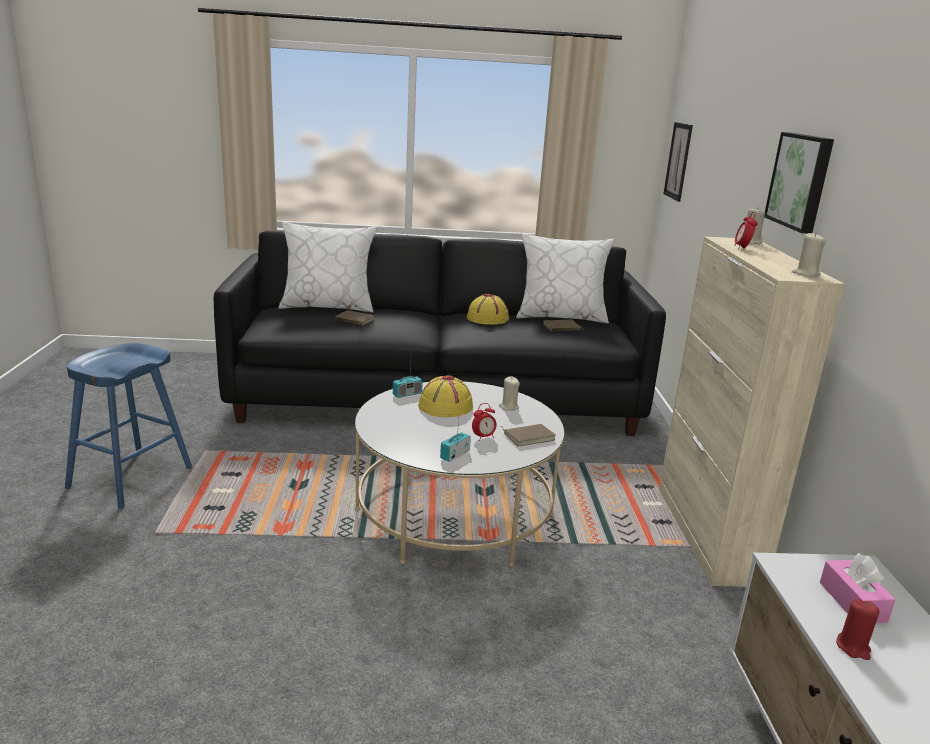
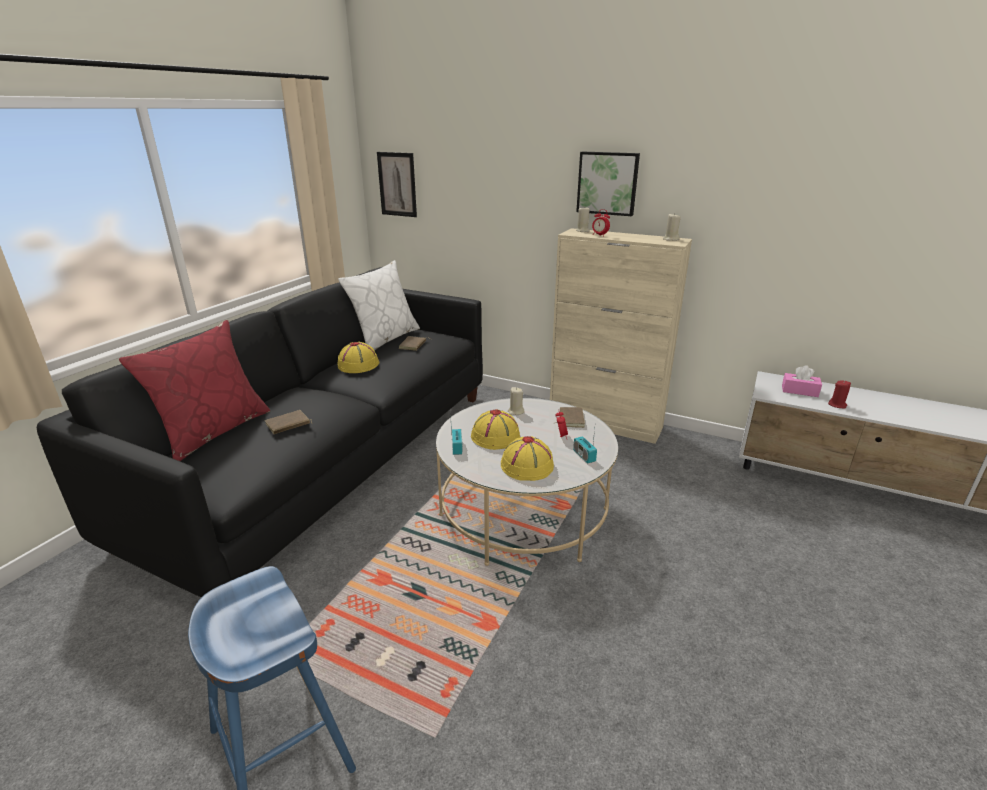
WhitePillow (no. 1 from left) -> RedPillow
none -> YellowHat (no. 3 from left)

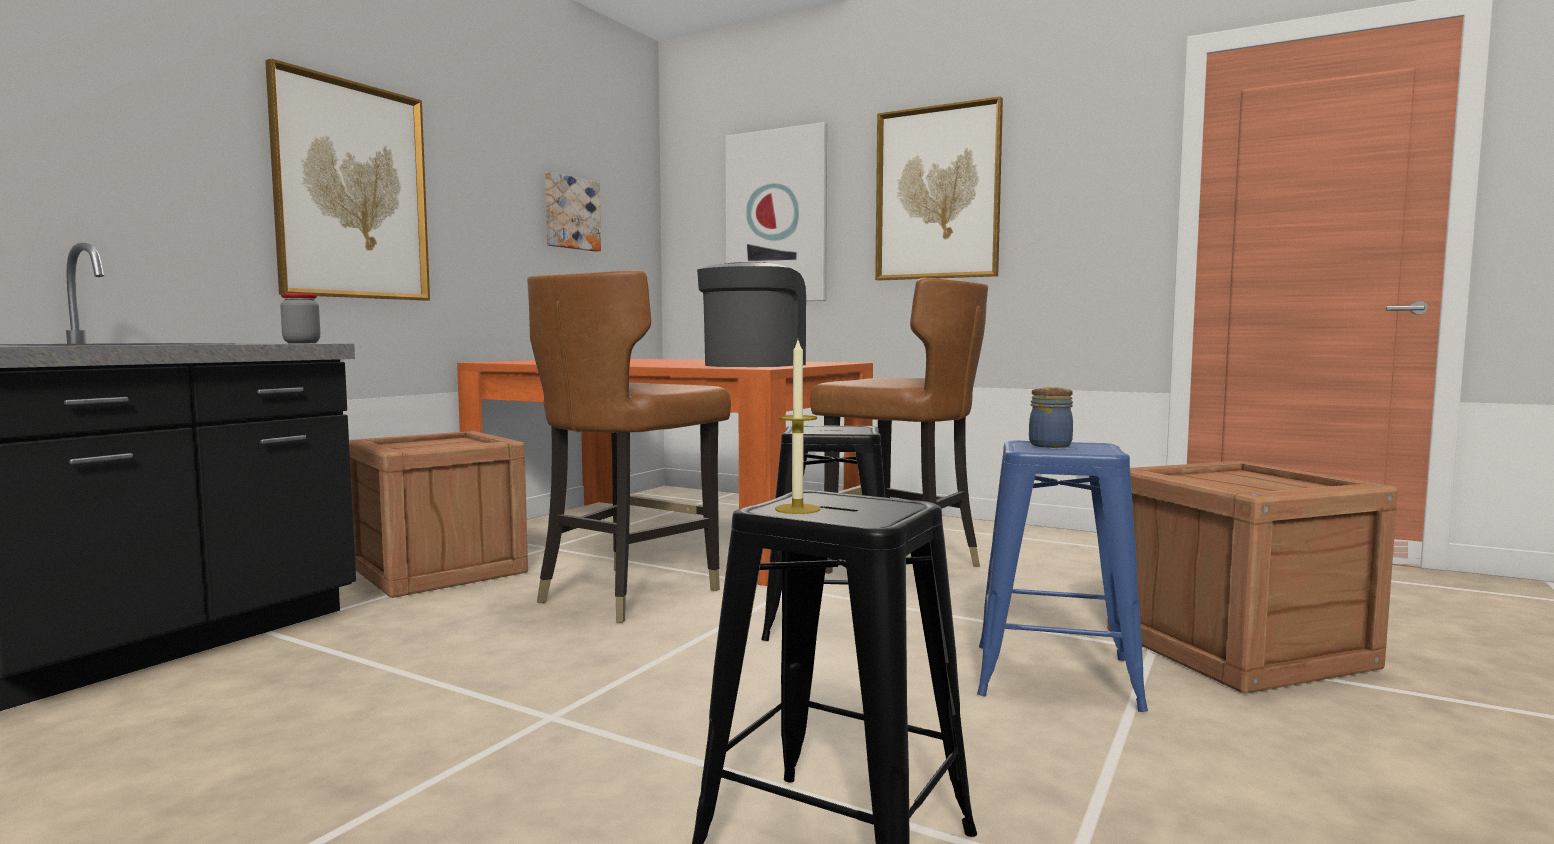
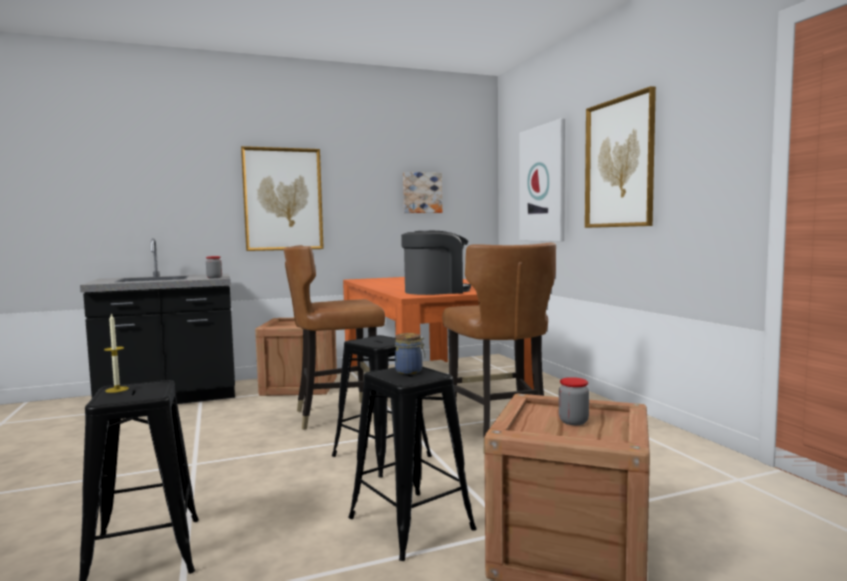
BlueStool -> BlackStool (no. 3 from left)
none -> Jar (no. 3 from left)

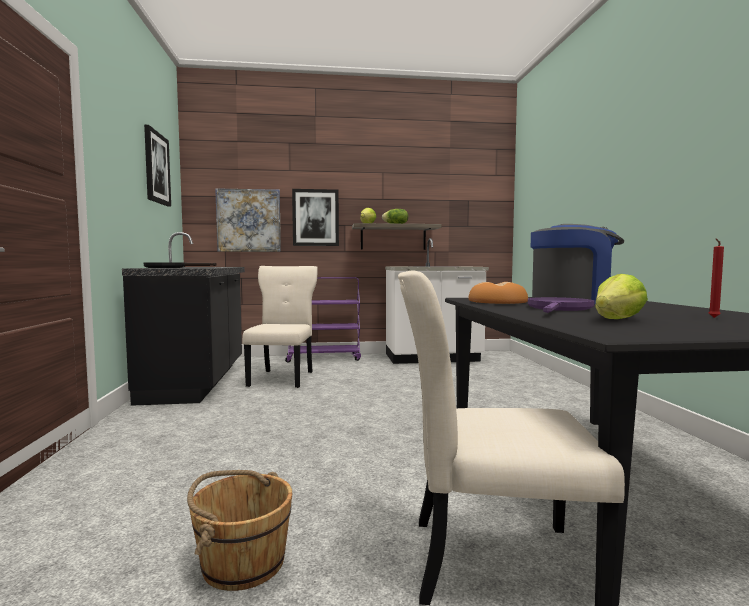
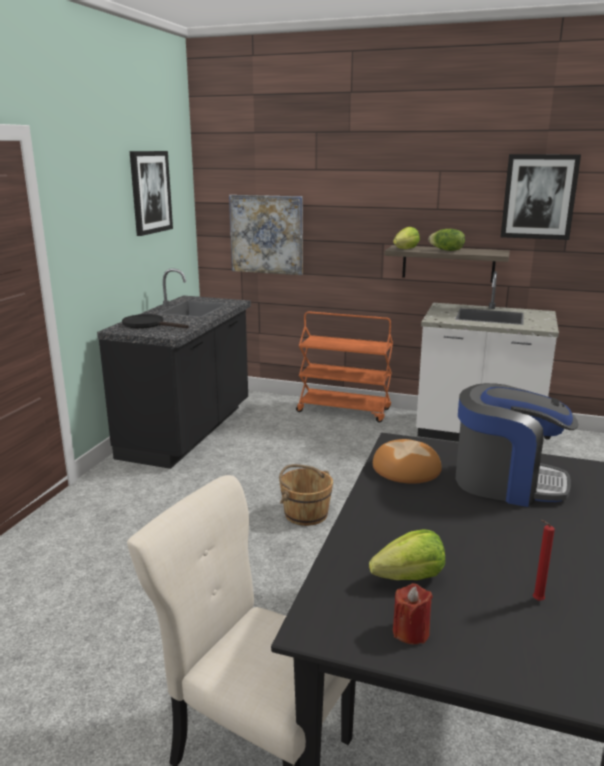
BrownBucket, relocated
BeigeChair (no. 1 from left) -> none
PurpleCart -> OrangeCart
Picture (no. 3 from left), relocated
PurpleFryingPan -> none
none -> RedCandle (no. 1 from left)

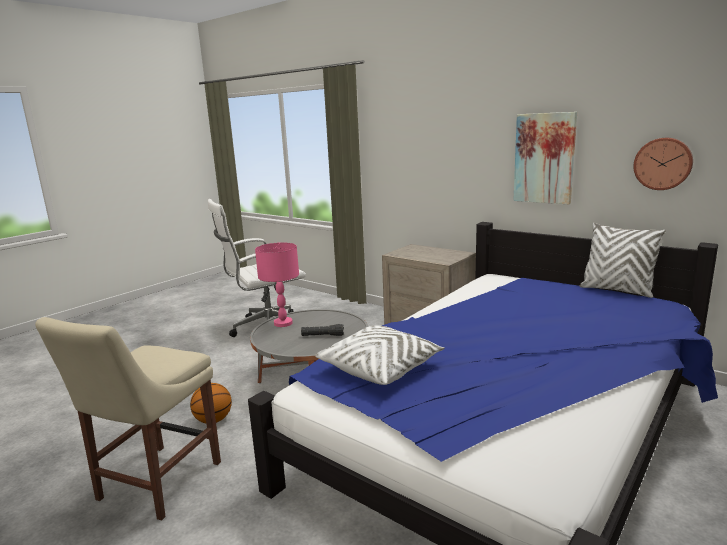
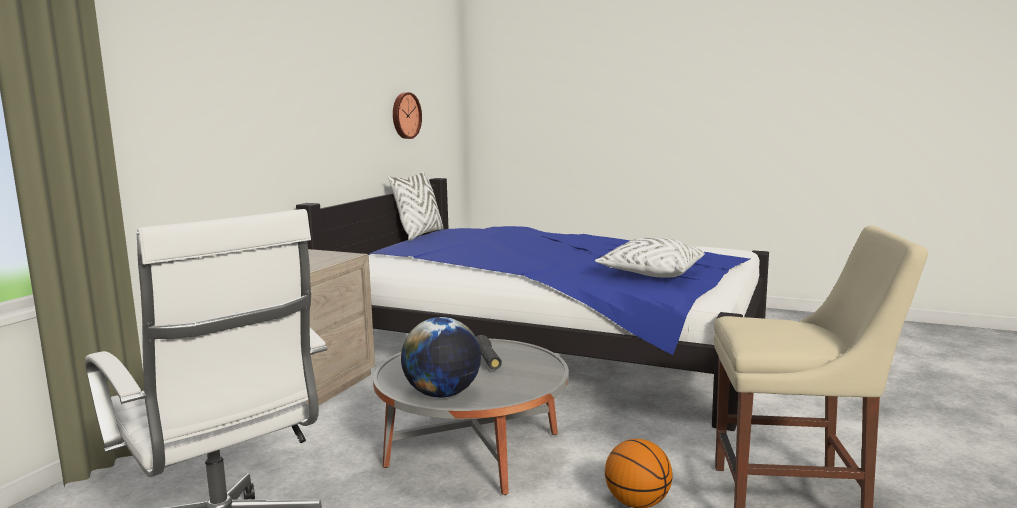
PinkTableLamp -> Globe
Picture -> none

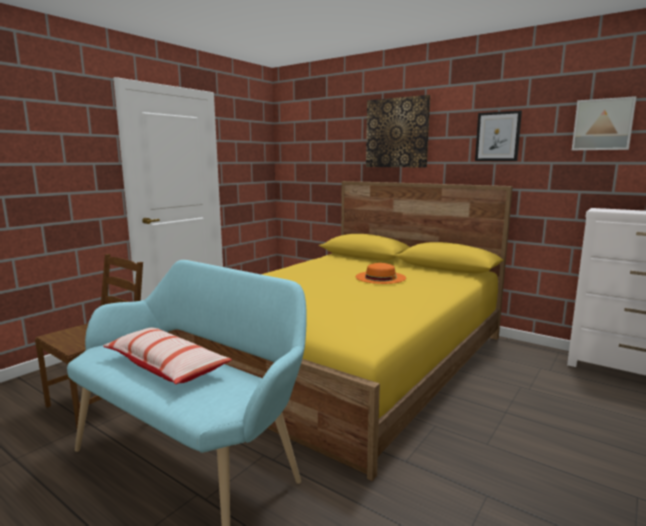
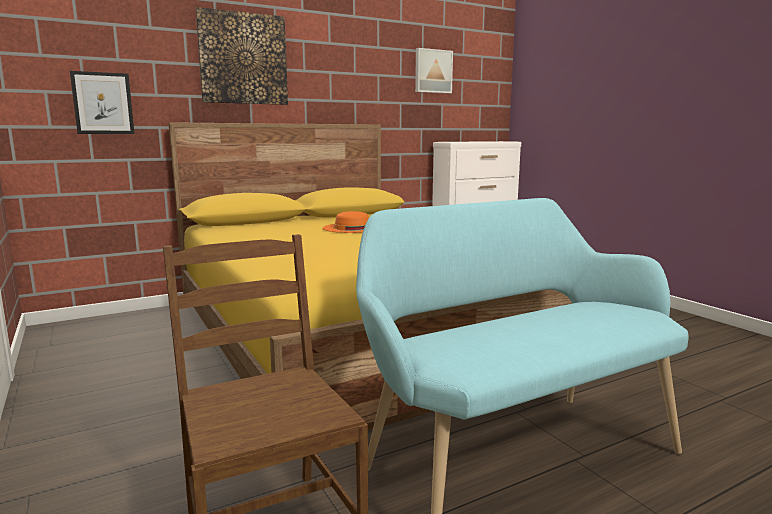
Pillow -> none
Picture (no. 2 from left in the first image) -> Picture (no. 1 from left), relocated

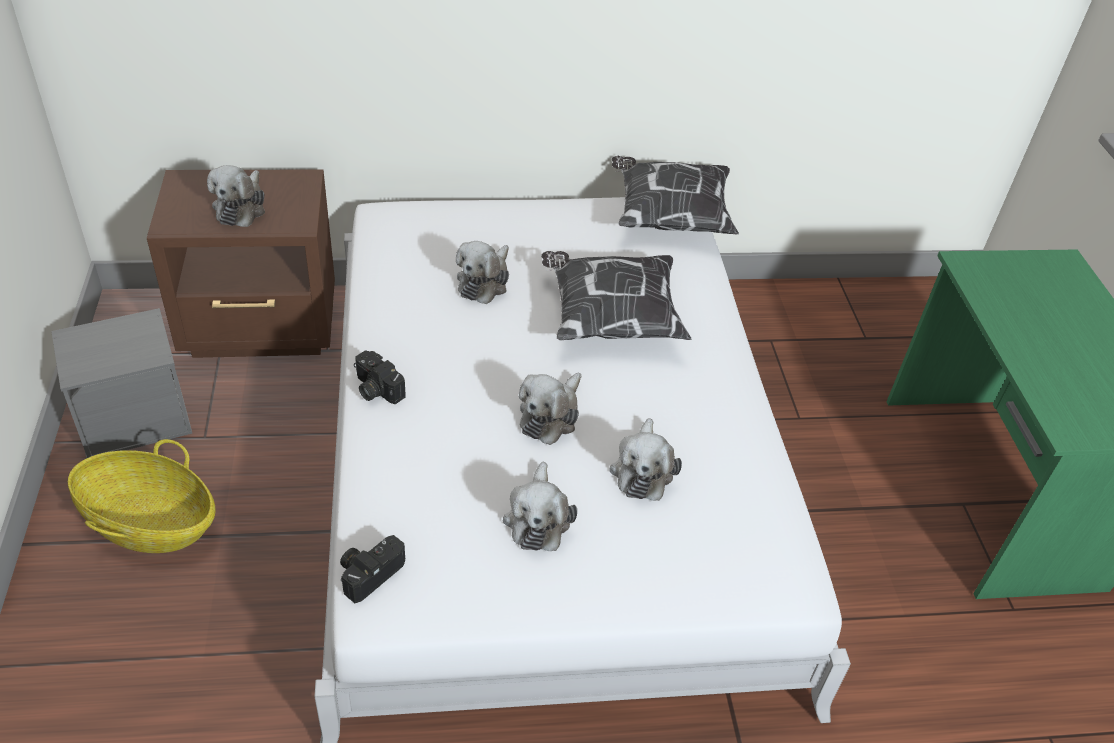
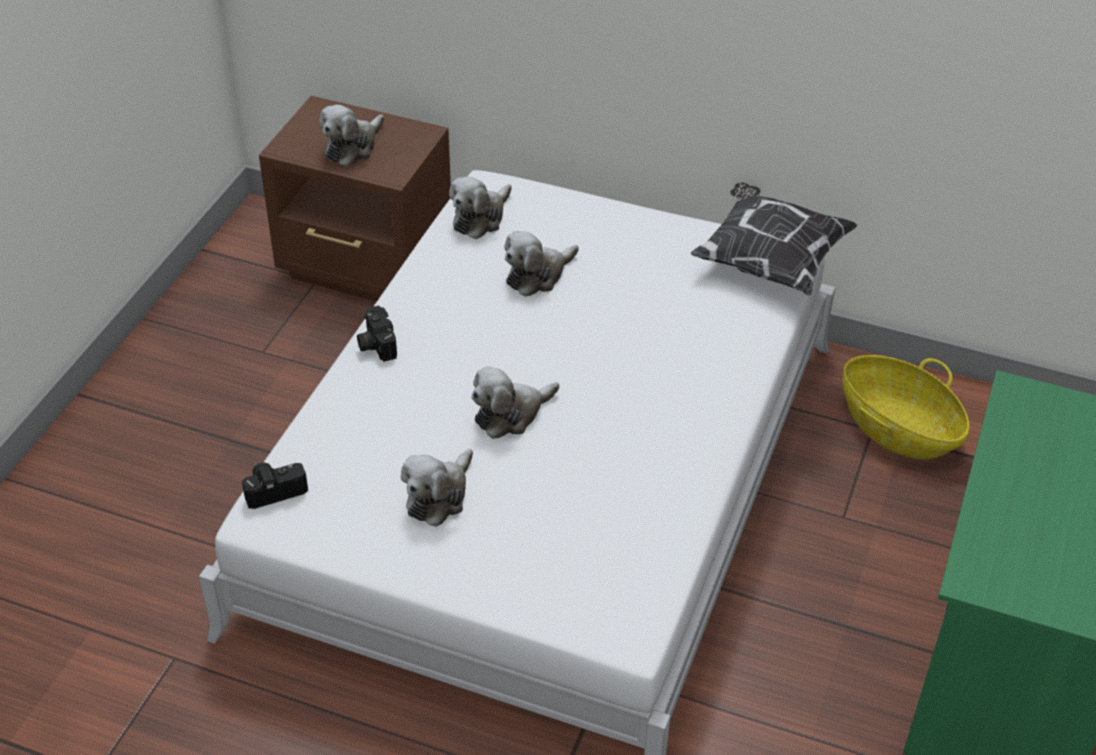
GreyStorageBox -> none
Basket, relocated
Pillow (no. 1 from left) -> none
PlushToy (no. 5 from left in the first image) -> PlushToy (no. 3 from left), relocated

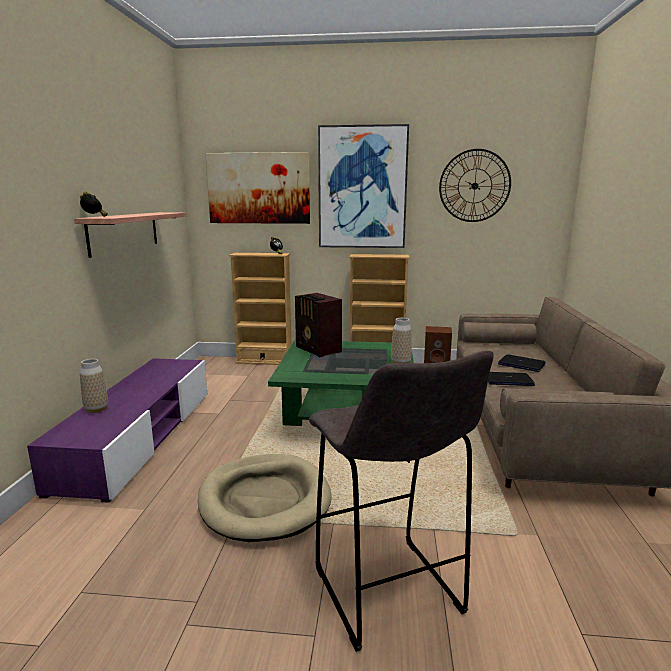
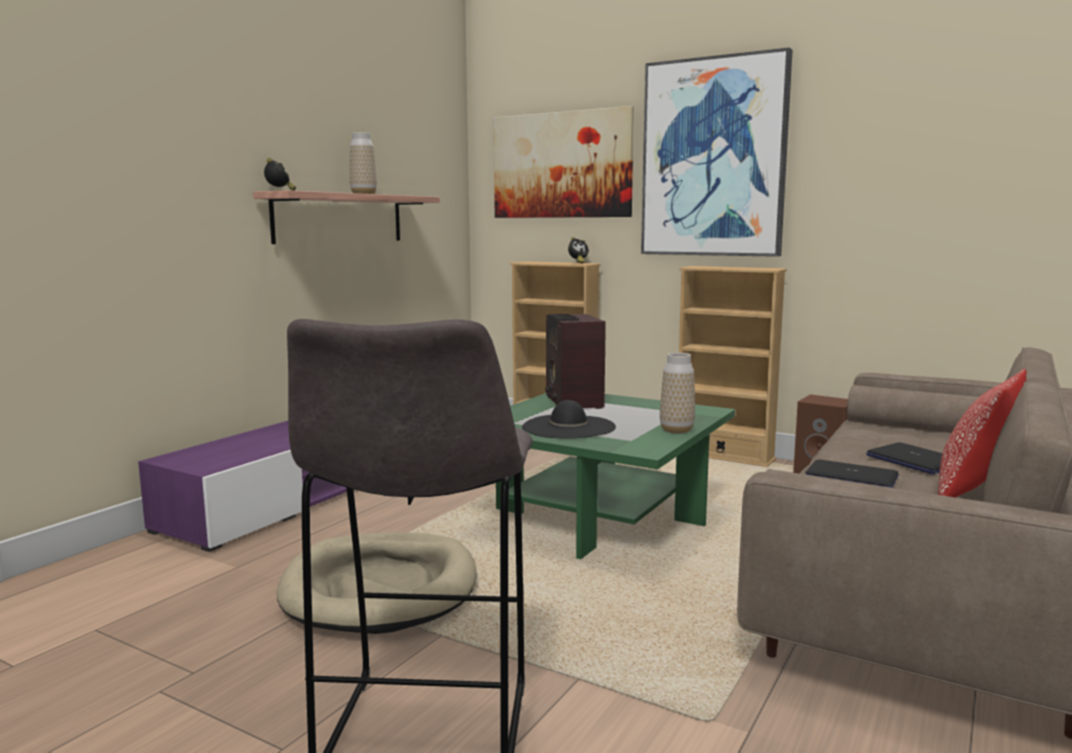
Vase (no. 1 from left), relocated
WallClock -> none
none -> BlackHat
none -> Pillow

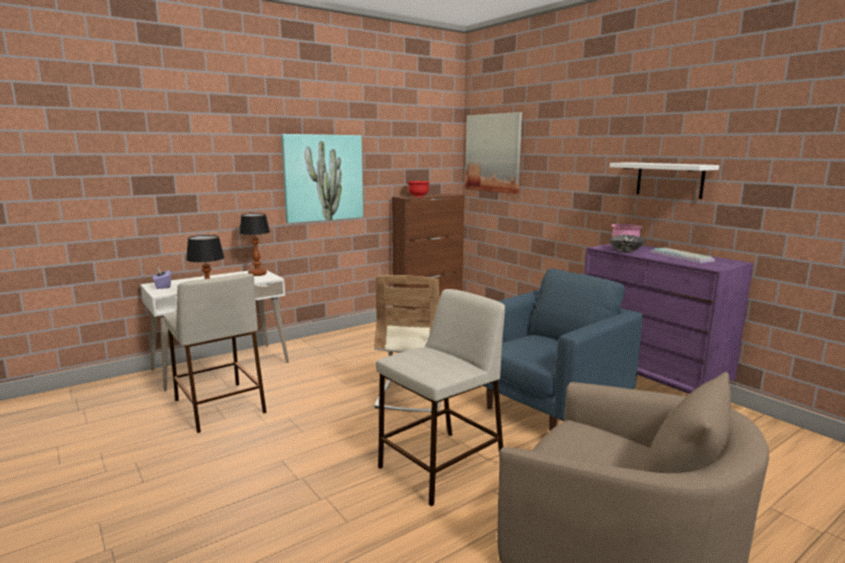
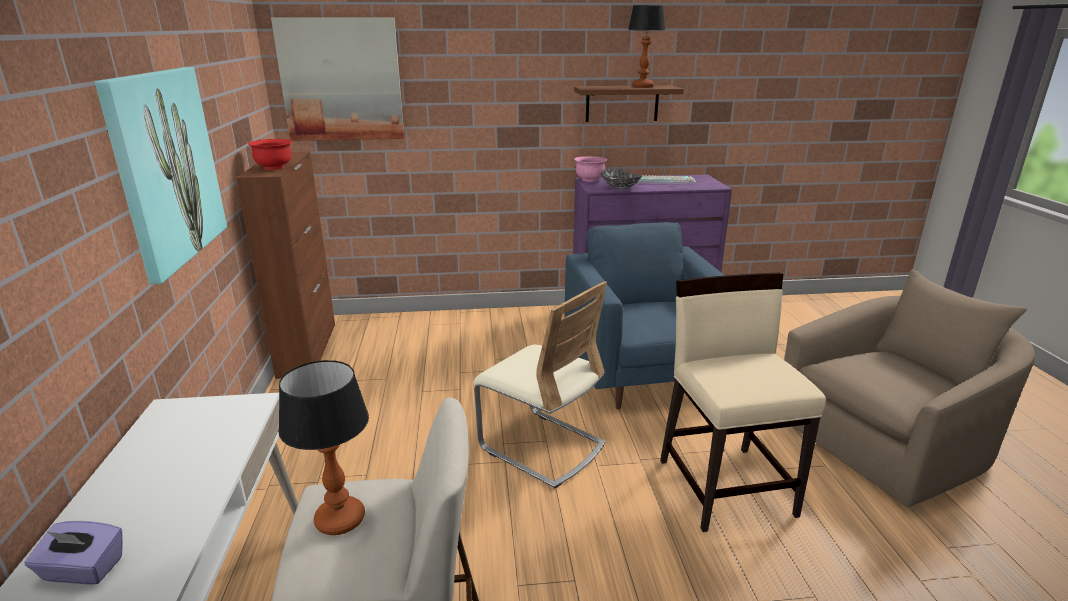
TableLamp (no. 2 from left), relocated
BeigeStool (no. 2 from left) -> BeigeChair (no. 2 from left)
WhiteShelf -> BrownShelf

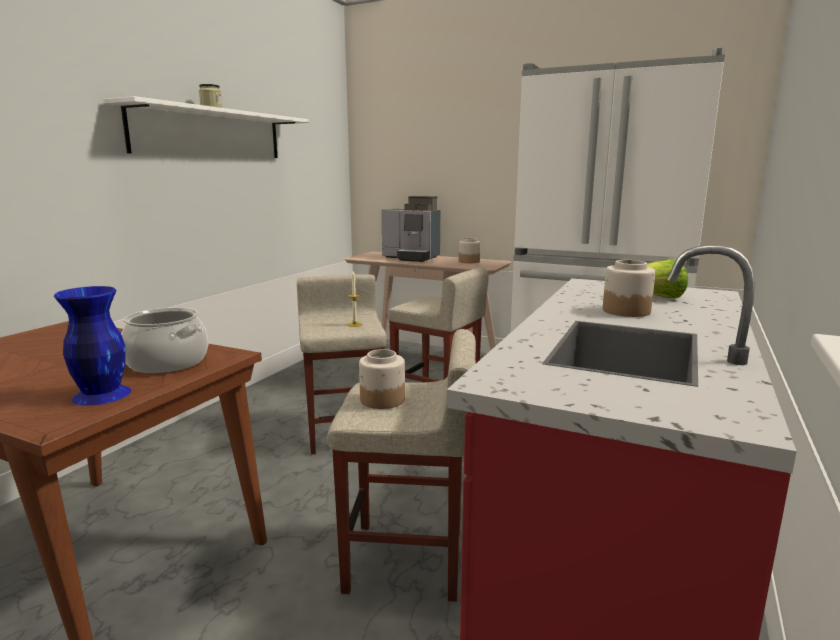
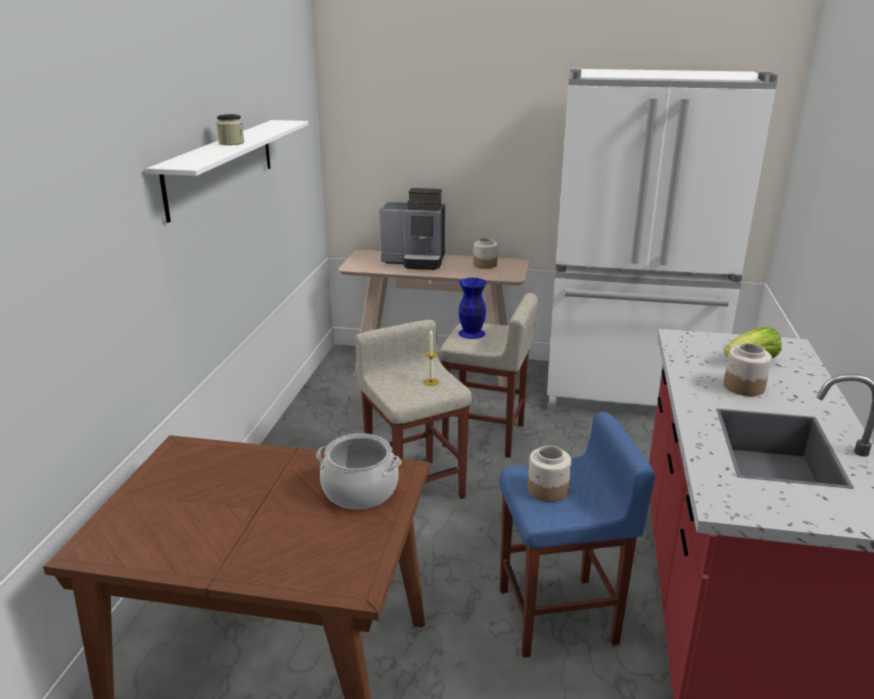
BlueVase, relocated
BeigeStool (no. 2 from left) -> BlueStool

